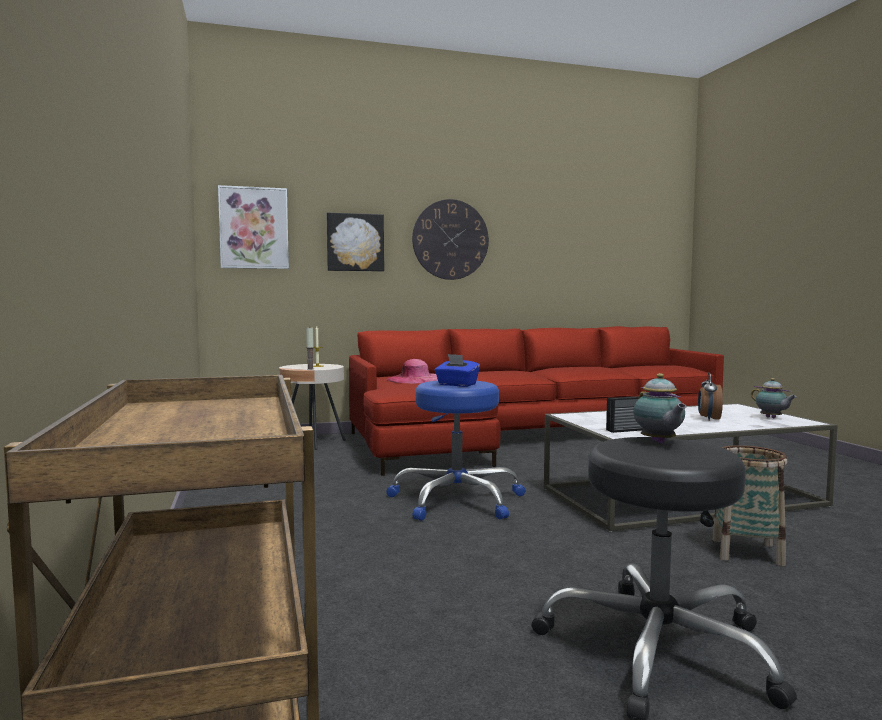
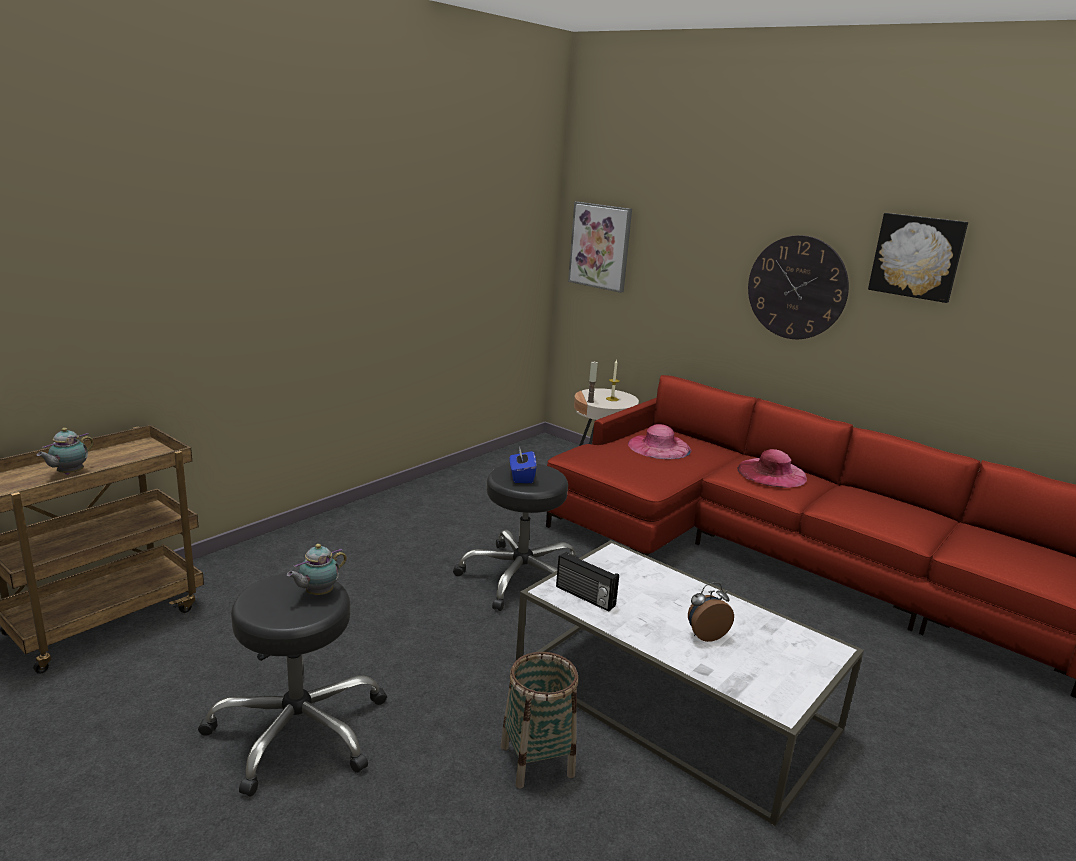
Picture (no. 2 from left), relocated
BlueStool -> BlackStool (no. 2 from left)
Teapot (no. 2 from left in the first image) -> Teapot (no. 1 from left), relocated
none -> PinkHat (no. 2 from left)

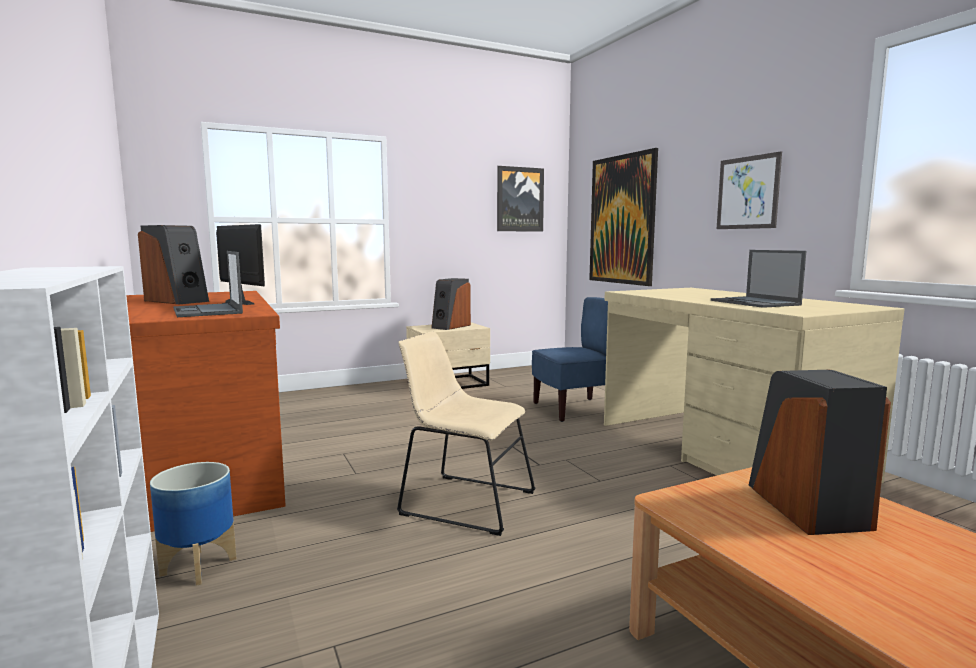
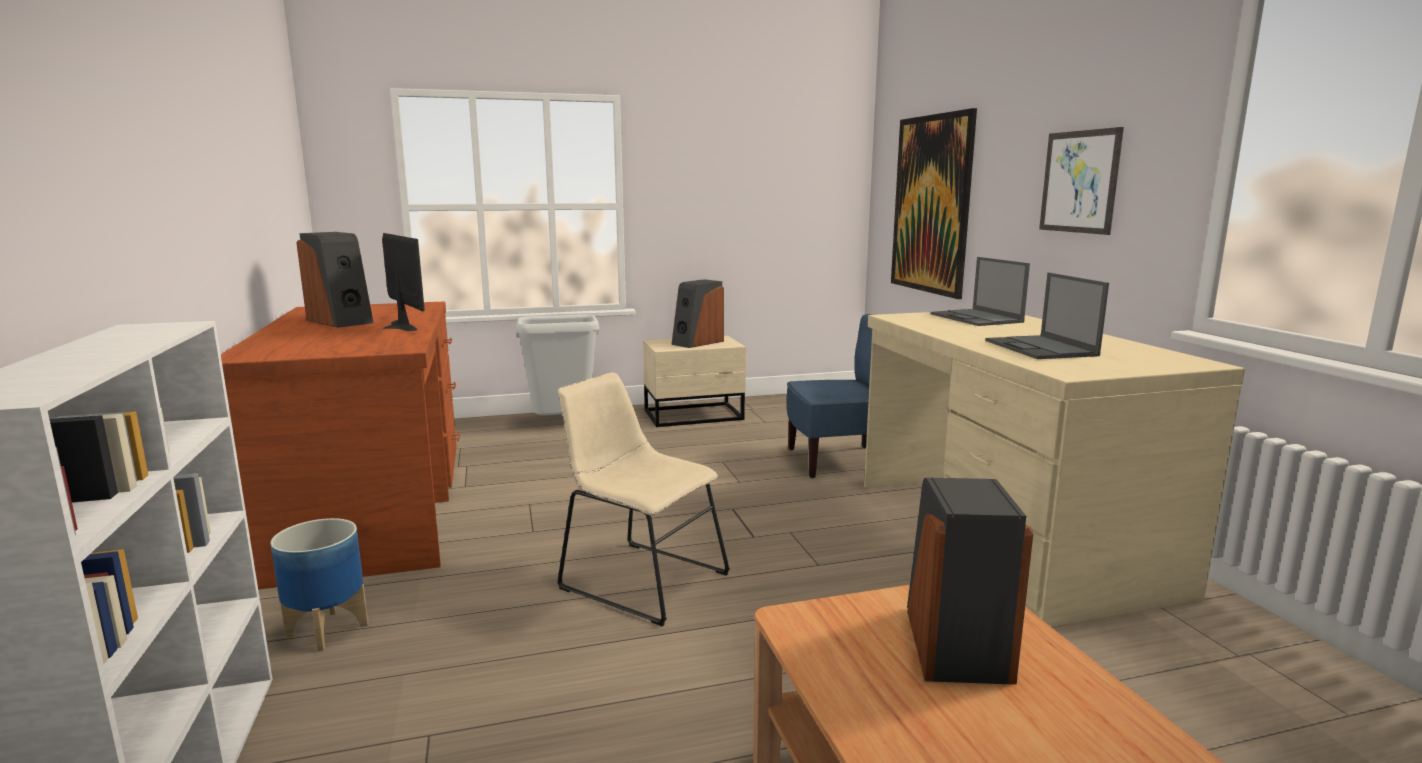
Laptop (no. 1 from left), relocated
Picture (no. 1 from left) -> none
none -> GreyTrashCan

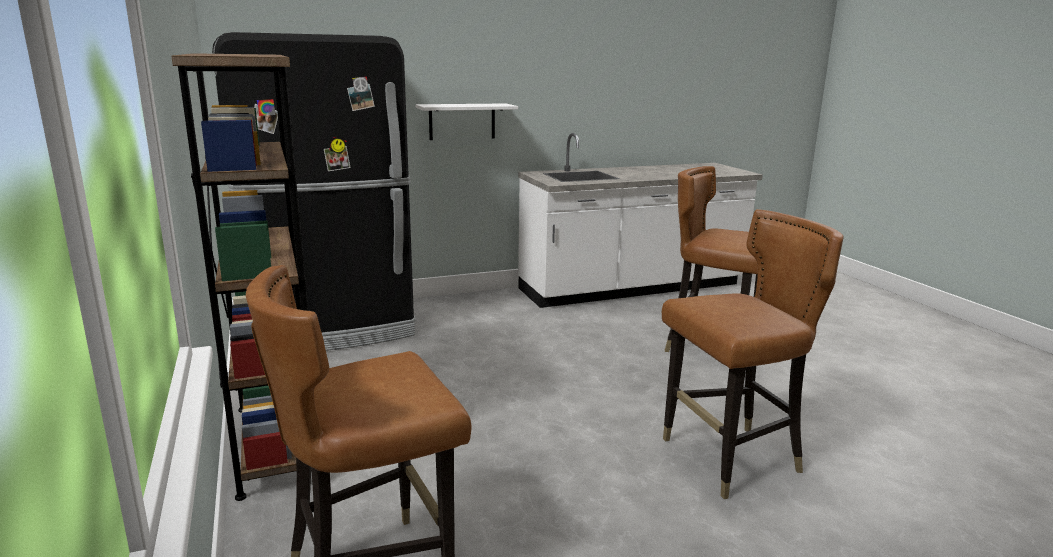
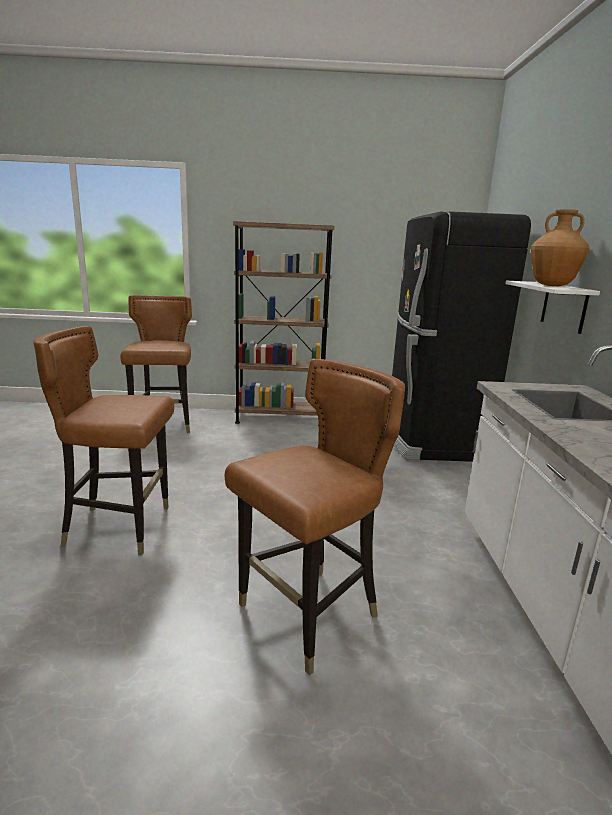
BrownChair (no. 3 from left in the first image) -> BrownChair (no. 1 from left), 90 degrees clockwise
none -> BrownVase

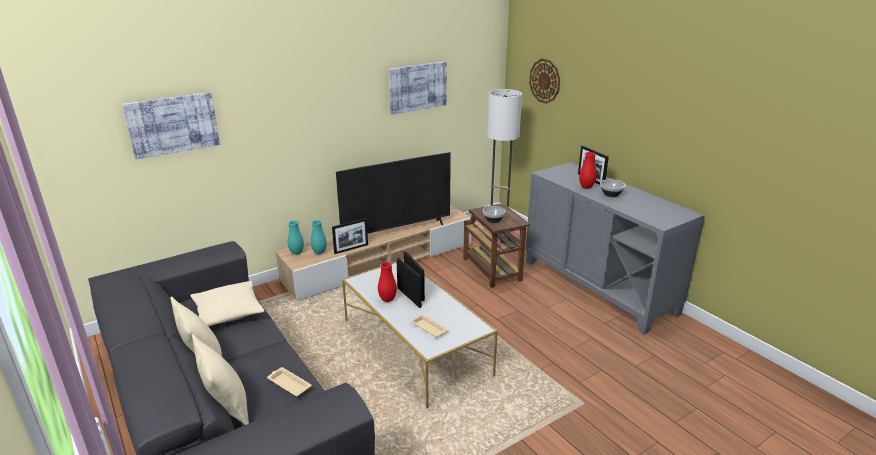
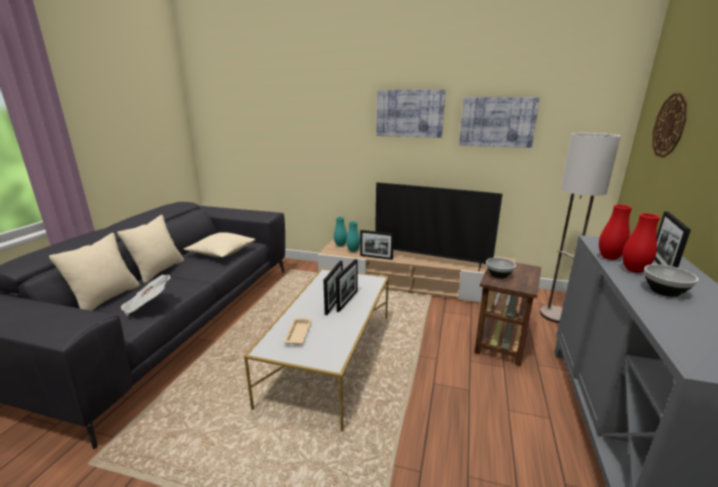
Picture (no. 1 from left), relocated
BeigeTray (no. 1 from left) -> Newspaper
RedVase (no. 1 from left), relocated

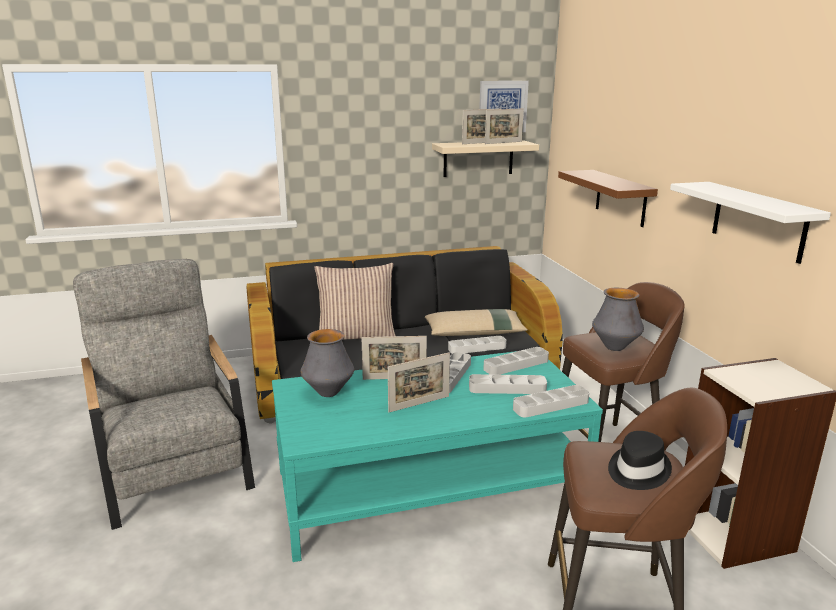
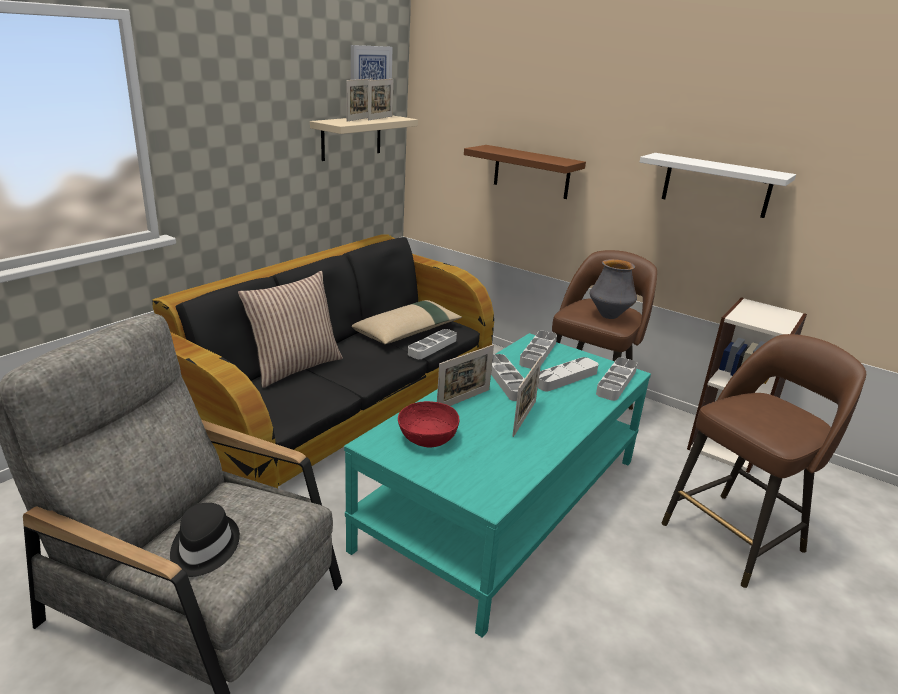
Vase (no. 1 from left) -> RedBowl
BlackHat, relocated

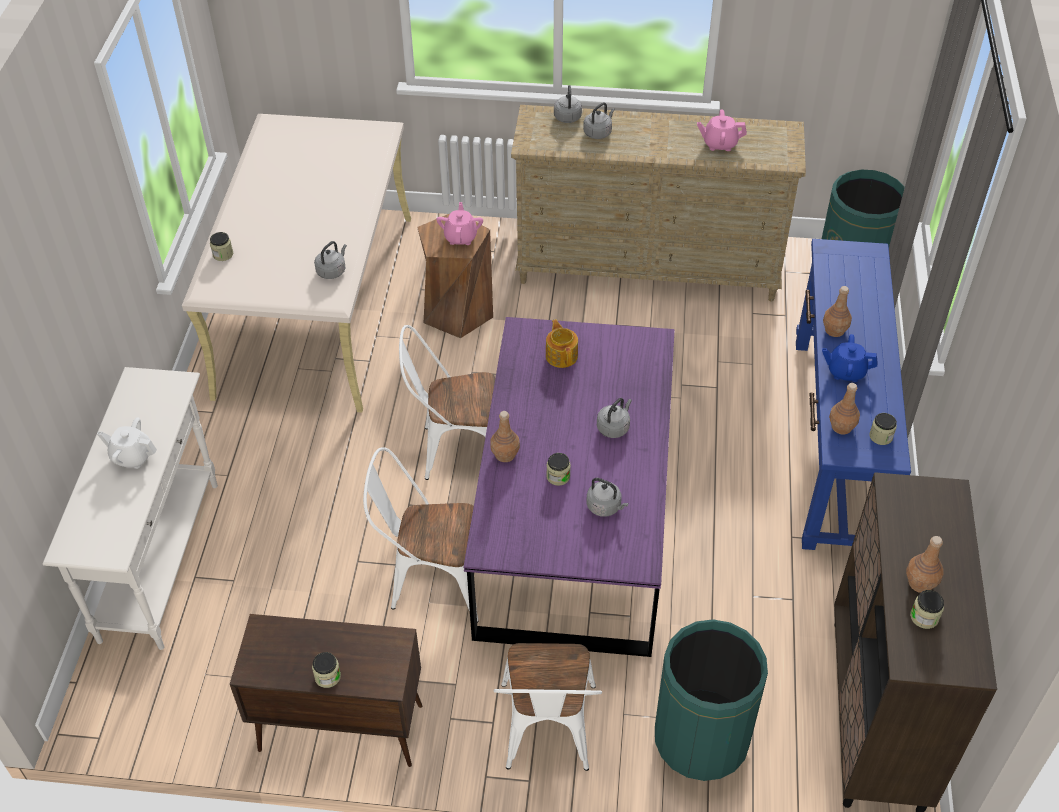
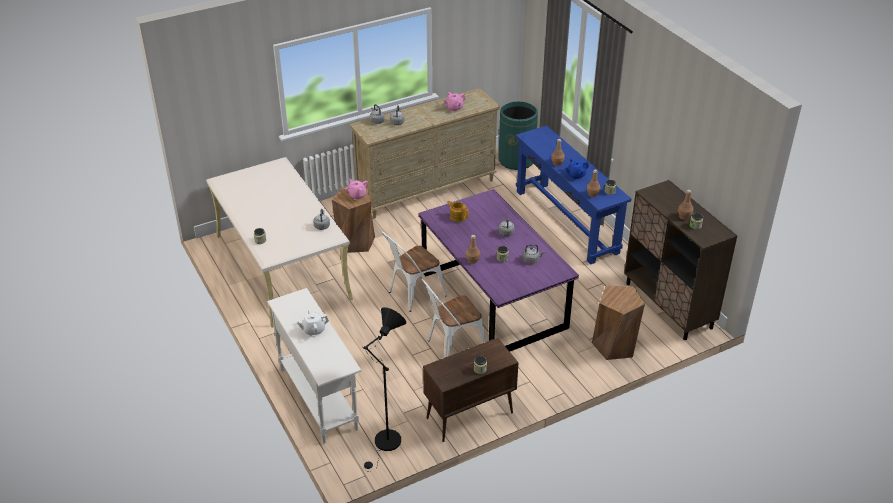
WhiteChair (no. 3 from left) -> none
GreenTrashCan (no. 1 from left) -> BrownStool (no. 2 from left)
none -> BlackFloorLamp

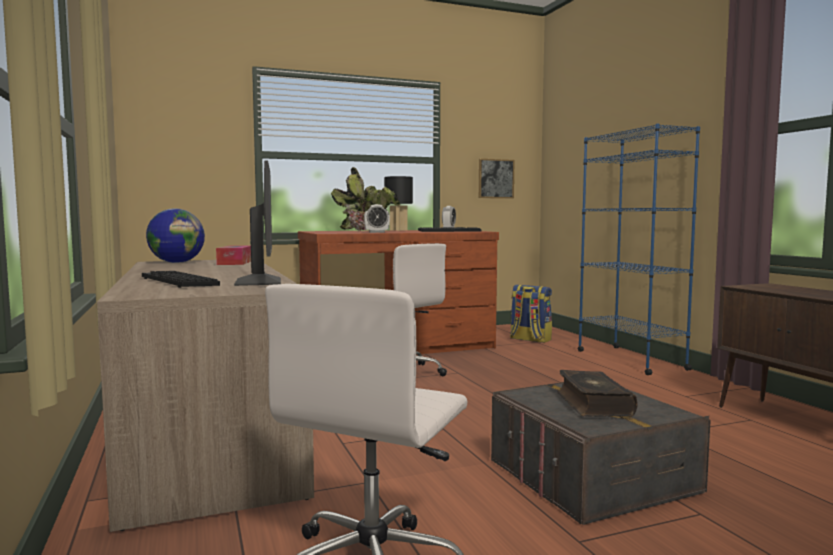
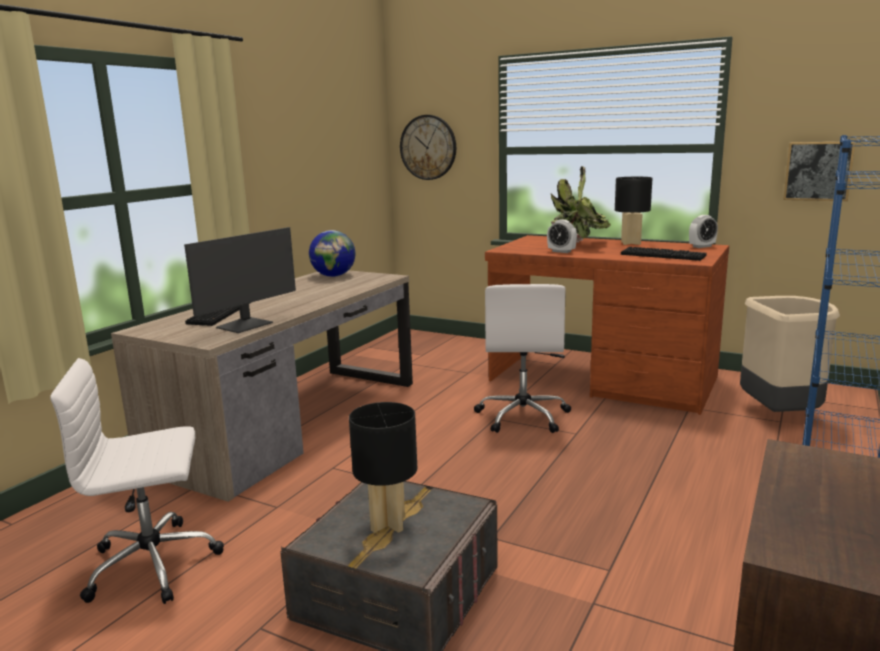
TissueBox -> none
Backpack -> BeigeTrashCan
Book -> BlackTableLamp (no. 1 from left)
none -> WallClock

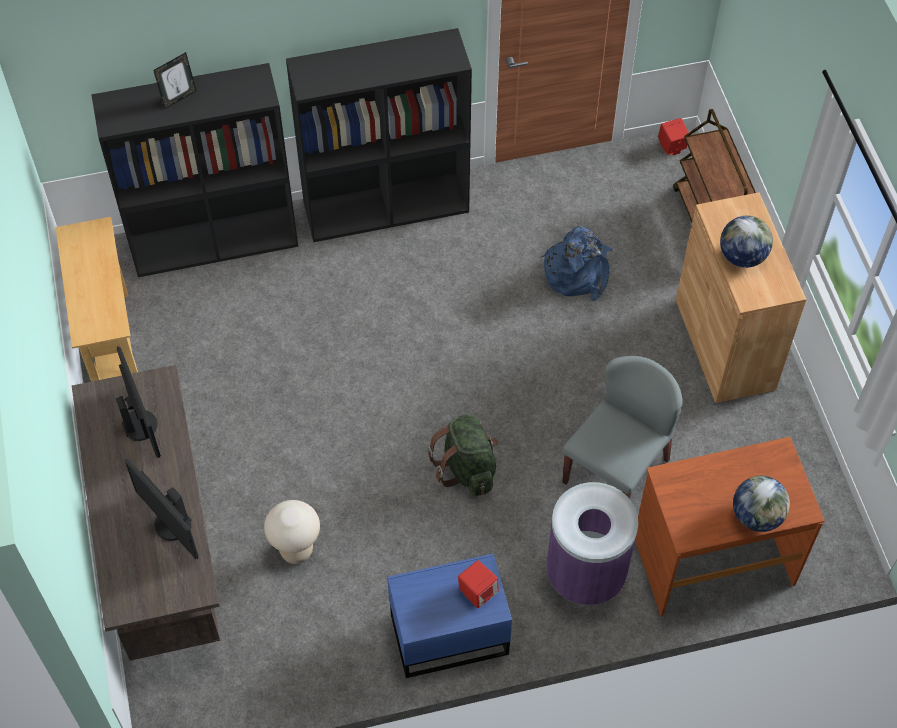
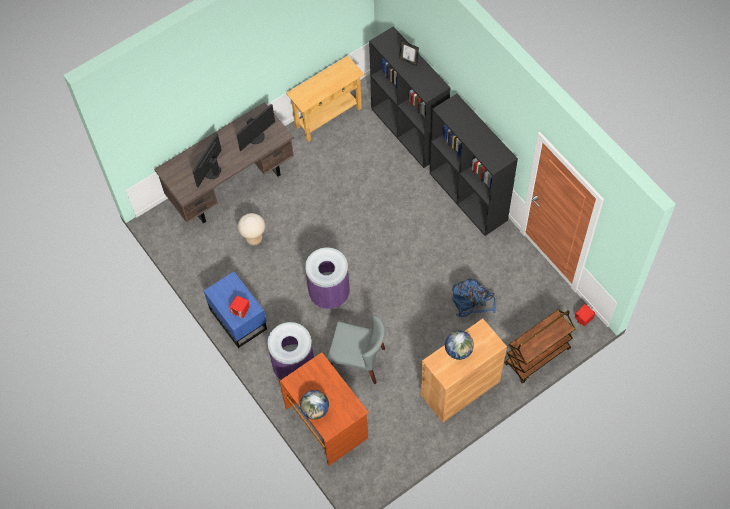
GreenBackpack -> PurpleTrashCan (no. 2 from left)

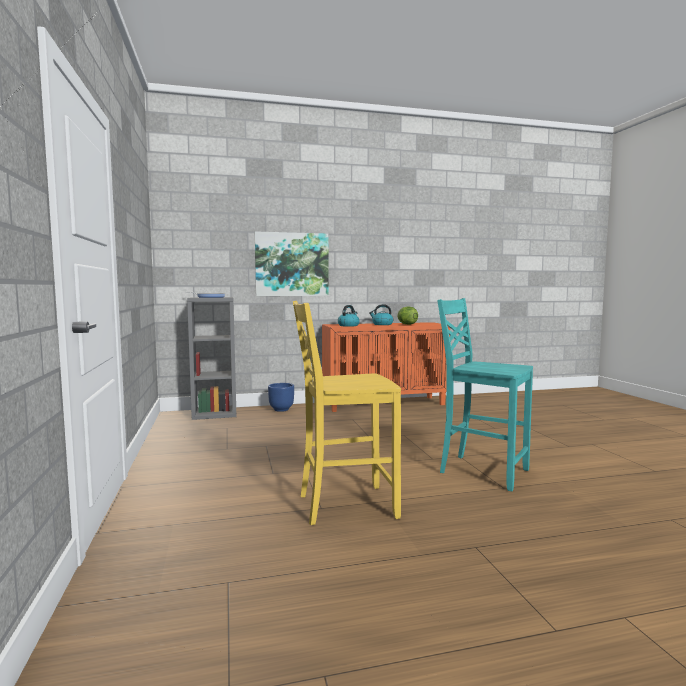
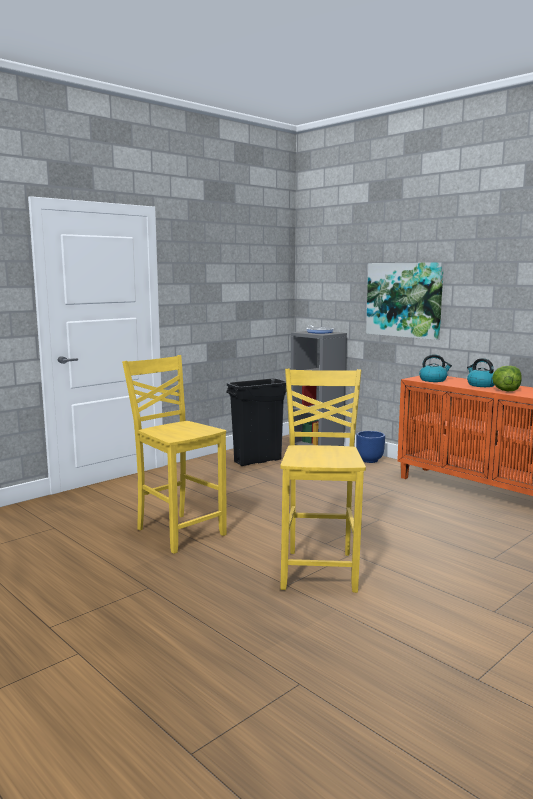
TurquoiseChair -> YellowChair (no. 2 from left)
none -> BlackTrashCan

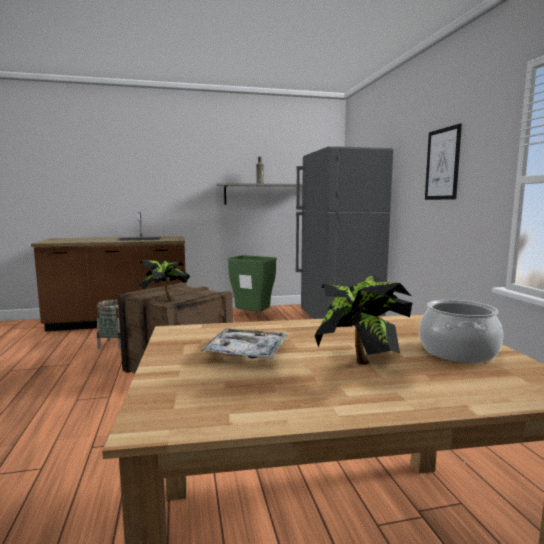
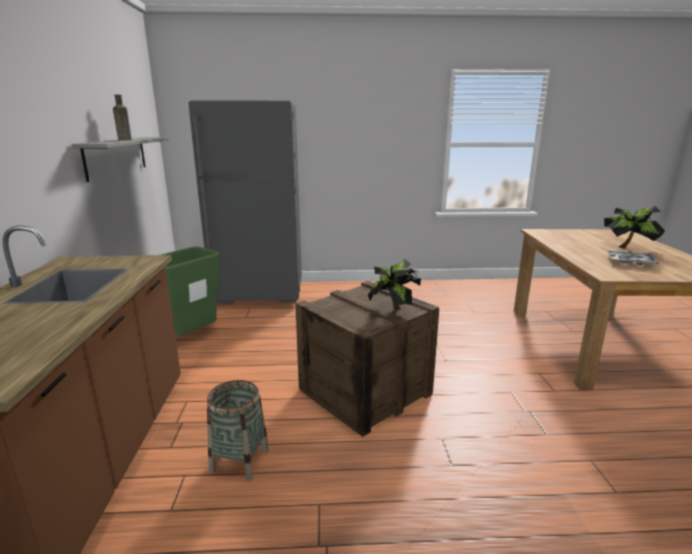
CookingPot -> none
Picture -> none

